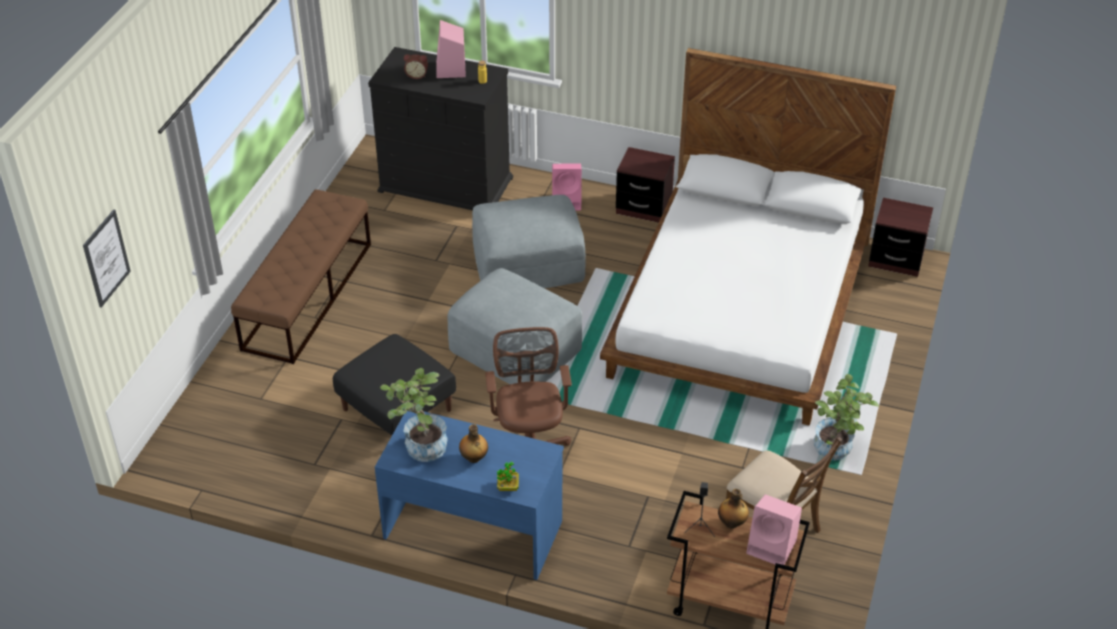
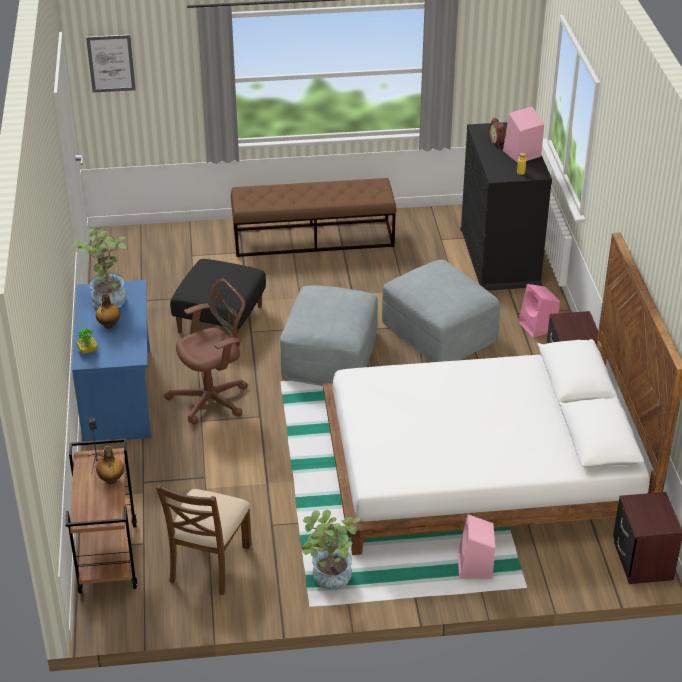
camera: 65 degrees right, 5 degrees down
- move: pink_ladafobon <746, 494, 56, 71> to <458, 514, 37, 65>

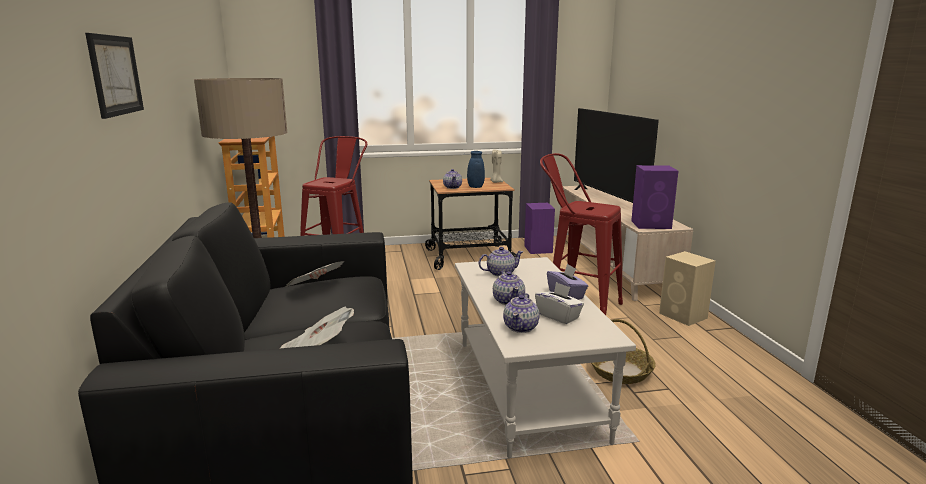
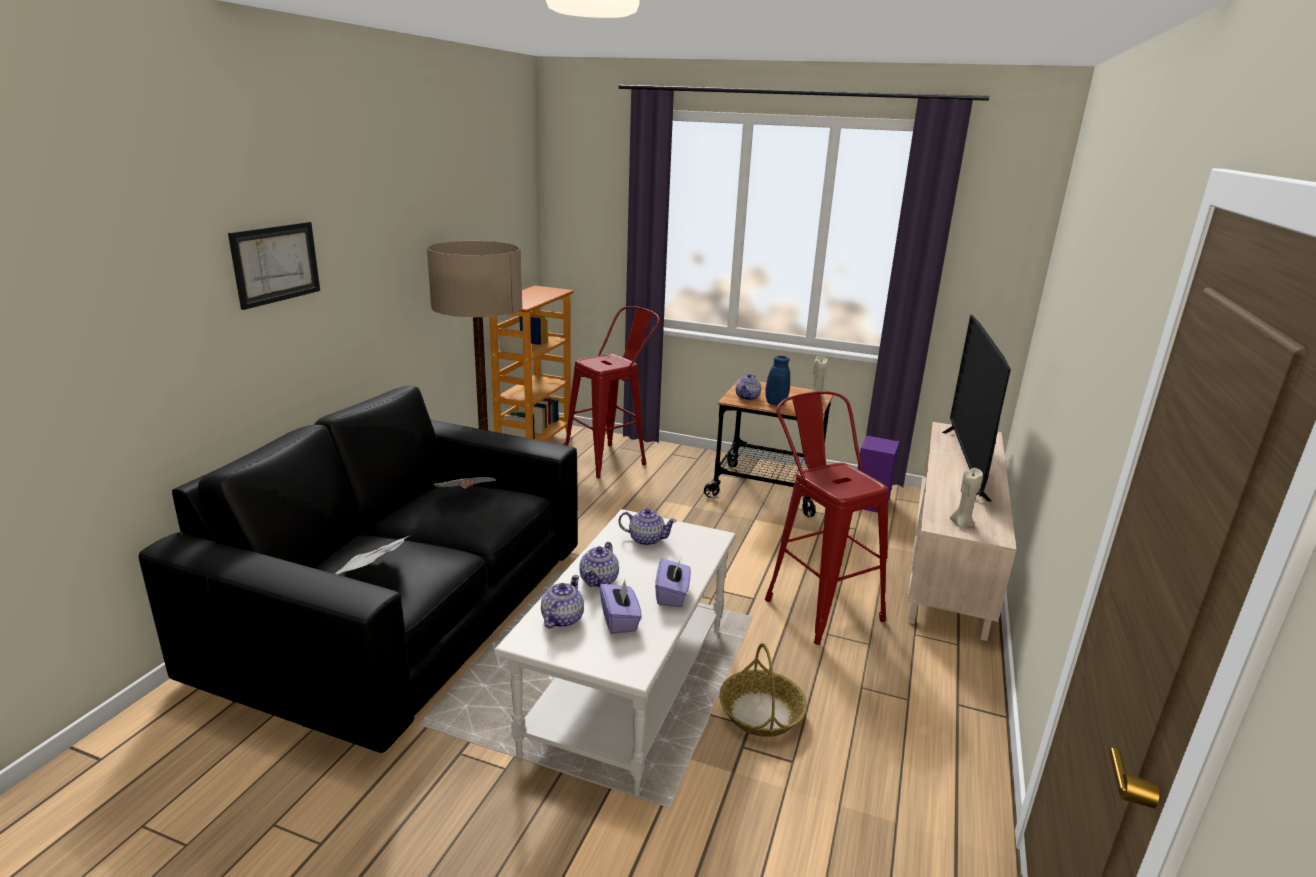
camera: 30 degrees right, 5 degrees up
- replace: purple_ladafobon <631, 165, 47, 64> to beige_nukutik <950, 468, 33, 59>
- delete: beige_ladafobon <659, 251, 57, 75>
- recolor: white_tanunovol <535, 282, 49, 42> to purple_tanunovol <600, 580, 42, 54>
- rotate: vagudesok <503, 293, 37, 40> = <541, 575, 43, 53> 150 degrees clockwise

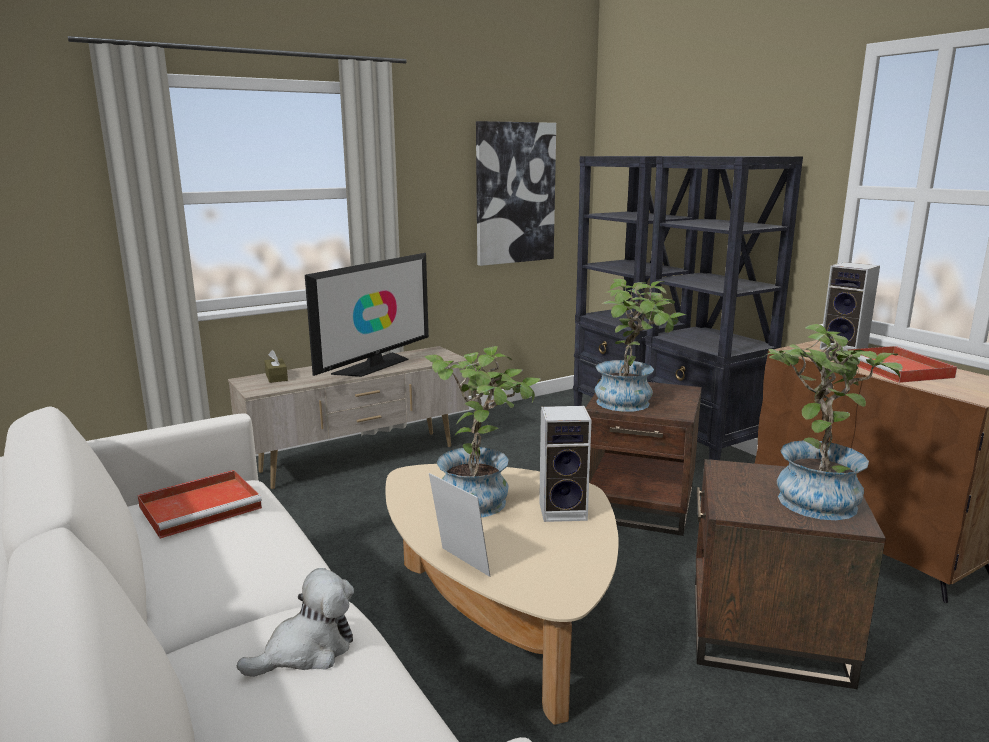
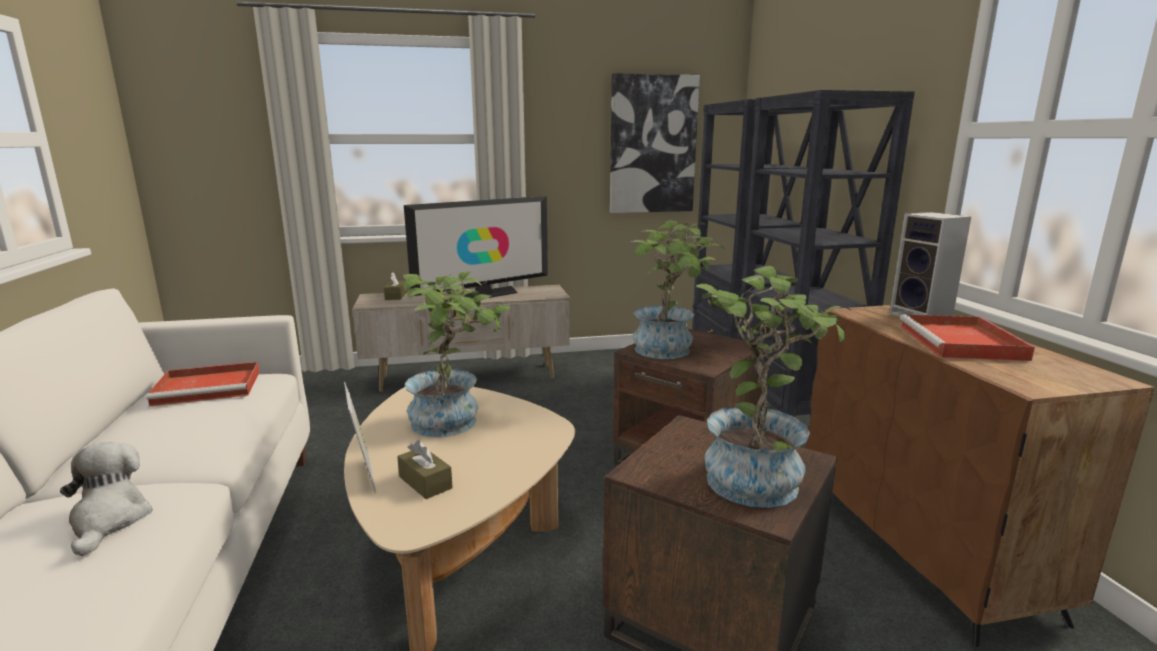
camera: 20 degrees right, 0 degrees up
- delete: ladafobon <539, 406, 52, 116>
- rotate: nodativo <237, 568, 117, 109> = <60, 442, 93, 114> 90 degrees counterclockwise
- insert: brown_tanunovol <397, 440, 56, 59>

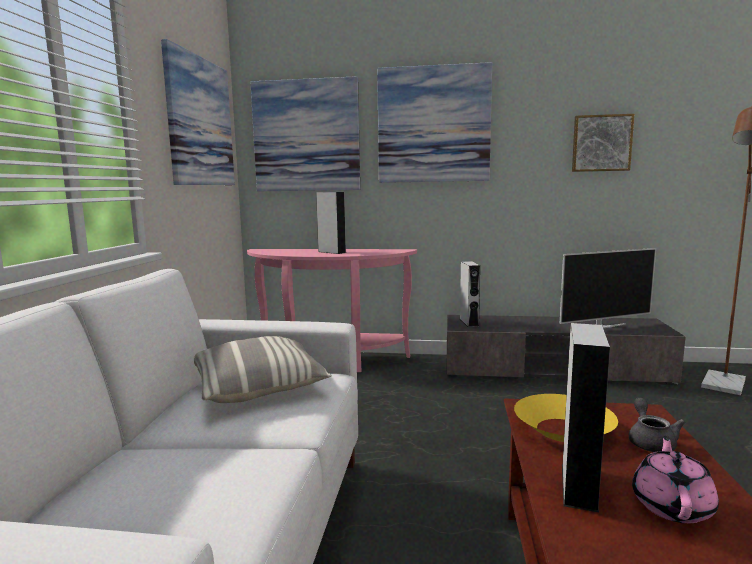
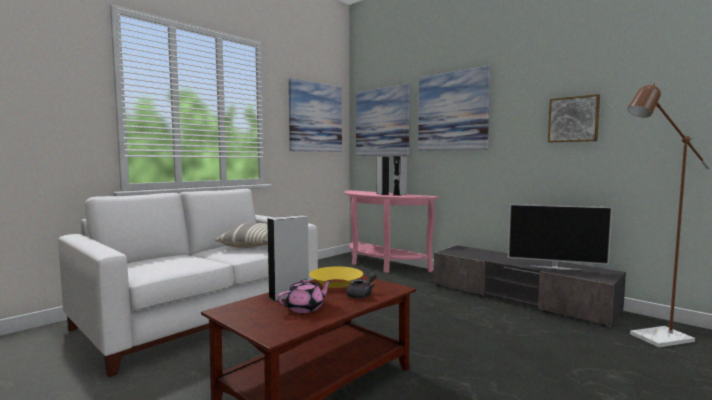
camera: 35 degrees right, 5 degrees down
- move: grey_ladafobon <460, 261, 20, 66> to <393, 156, 14, 40>

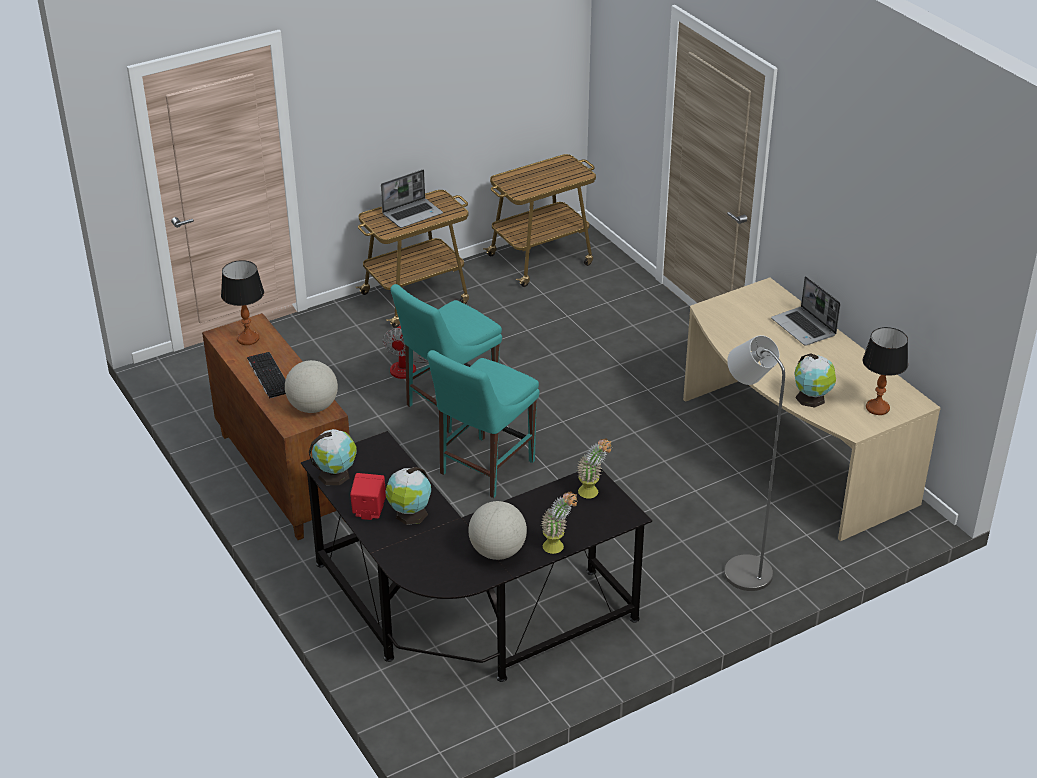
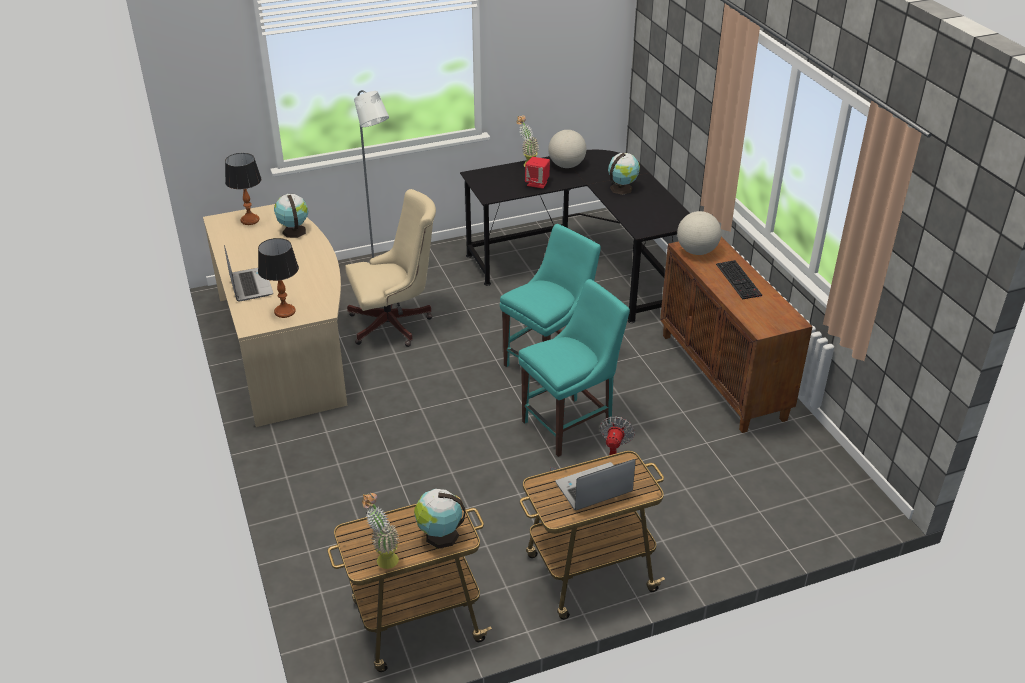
camera: 170 degrees left, 0 degrees up
- move: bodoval <221, 260, 43, 85> to <258, 238, 41, 80>
- move: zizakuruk <309, 429, 48, 56> to <414, 489, 51, 60>
- move: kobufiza <577, 438, 35, 60> to <362, 493, 37, 76>
- move: red_ladafobon <350, 473, 36, 47> to <525, 157, 25, 32>
- insert: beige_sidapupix <345, 189, 91, 158>

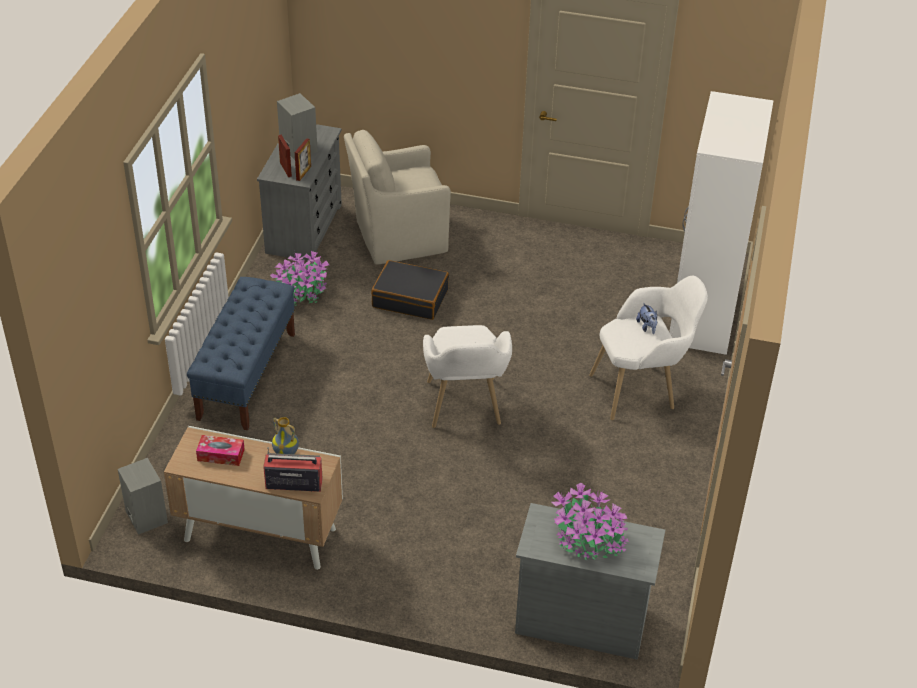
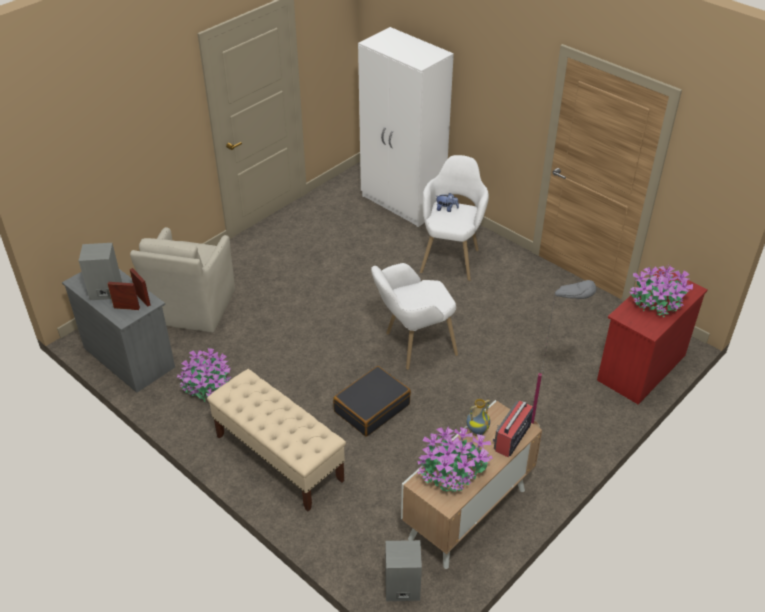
camera: 60 degrees left, 0 degrees up
- move: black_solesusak <371, 260, 78, 60> to <333, 366, 78, 71>
- recolor: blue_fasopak <187, 277, 108, 153> to beige_fasopak <207, 369, 139, 142>
- rotate: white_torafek <423, 325, 89, 103> = <371, 263, 87, 107> 135 degrees clockwise
- replace: tanunovol <196, 435, 49, 31> to kobufiza <417, 426, 76, 66>
- recolor: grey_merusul <515, 503, 150, 157> to red_merusul <597, 269, 111, 135>
- insert: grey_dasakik <531, 280, 65, 148>

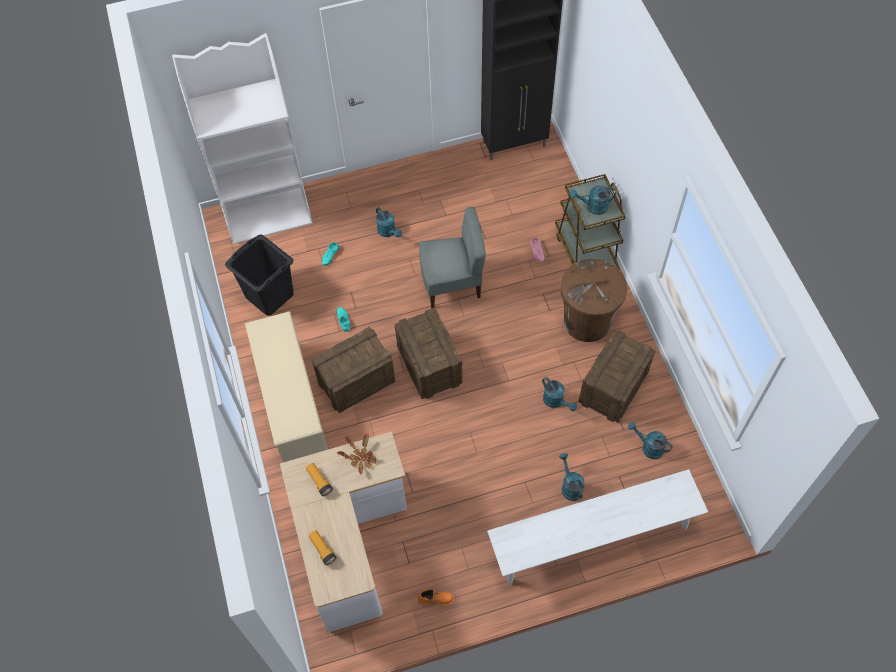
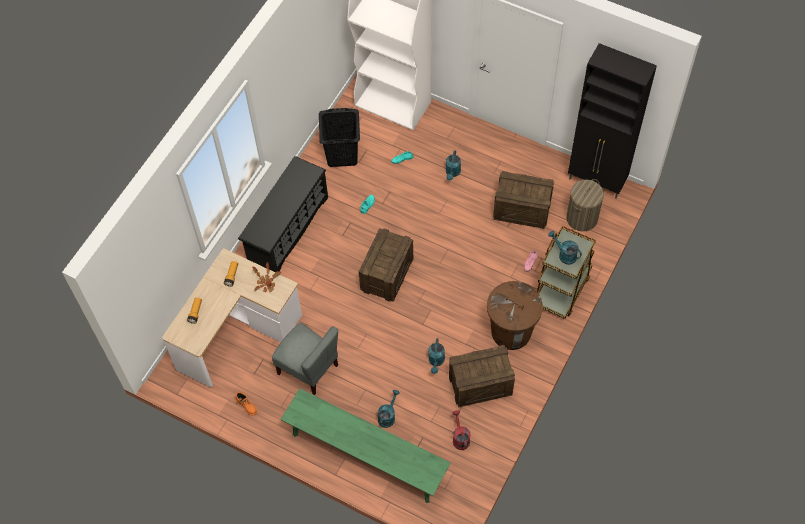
camera: 45 degrees right, 0 degrees up
- move: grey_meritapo <419, 207, 67, 102> to <272, 323, 66, 72>
- recolor: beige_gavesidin <245, 311, 83, 151> to black_gavesidin <238, 156, 90, 117>
- move: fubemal <312, 326, 84, 87> to <493, 171, 61, 58>
- recolor: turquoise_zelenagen <628, 422, 44, 37> to red_zelenagen <453, 410, 18, 40>
- recolor: white_fasopak <487, 469, 221, 115> to green_fasopak <281, 389, 170, 114>
- insert: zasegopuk <566, 179, 38, 52>

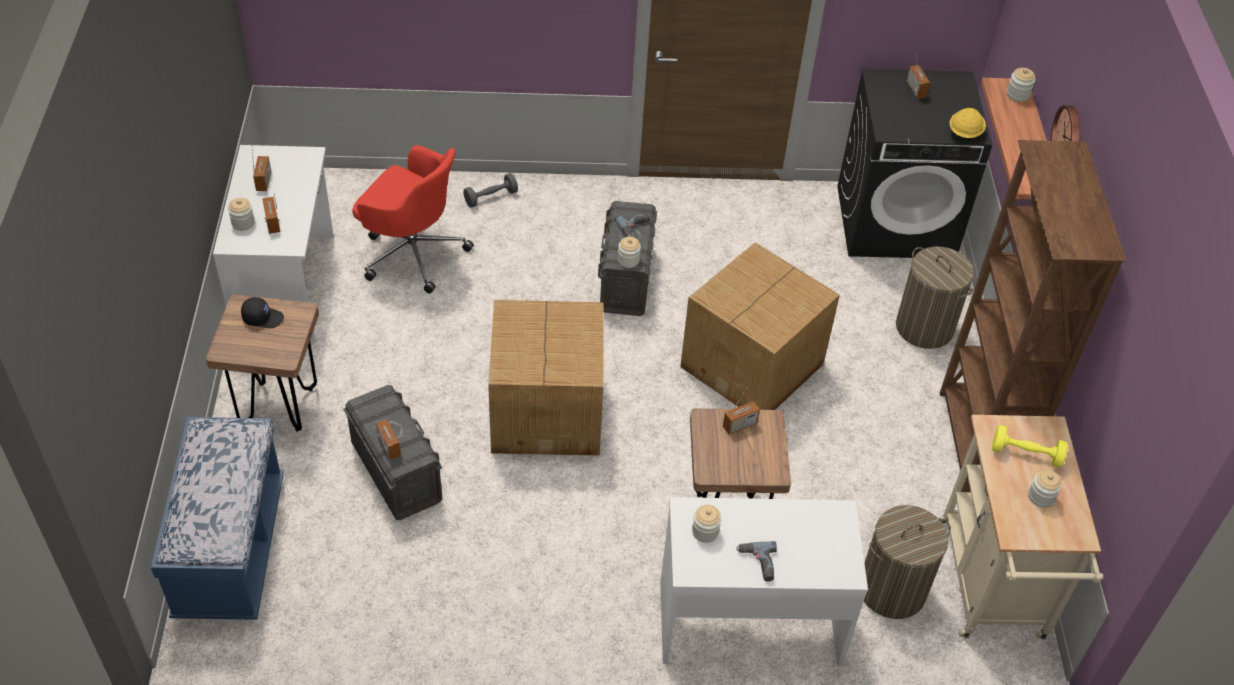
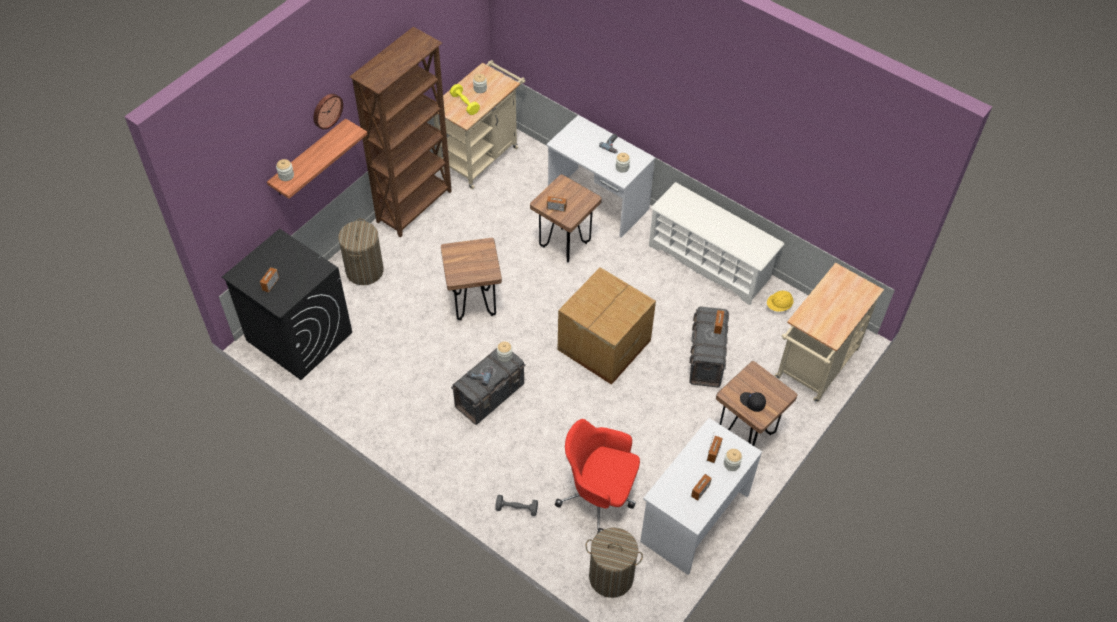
camera: 140 degrees left, 5 degrees up
- move: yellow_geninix <950, 108, 36, 30> to <767, 291, 27, 21>
- rotate: red_sidapupix <352, 145, 122, 149> = <555, 419, 85, 115> 45 degrees counterclockwise
- replace: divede <680, 242, 160, 168> to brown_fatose <441, 238, 61, 83>
- replace: blue_fasopak <151, 417, 133, 203> to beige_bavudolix <775, 263, 109, 139>
- move: zasegopuk <864, 505, 87, 114> to <585, 527, 58, 71>
- insert: white_gavesidin <649, 182, 135, 123>

